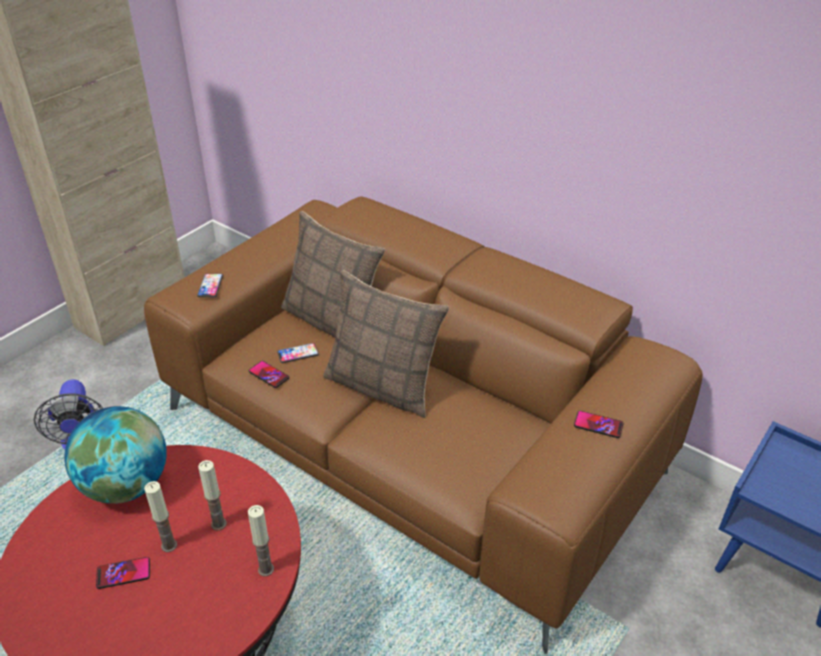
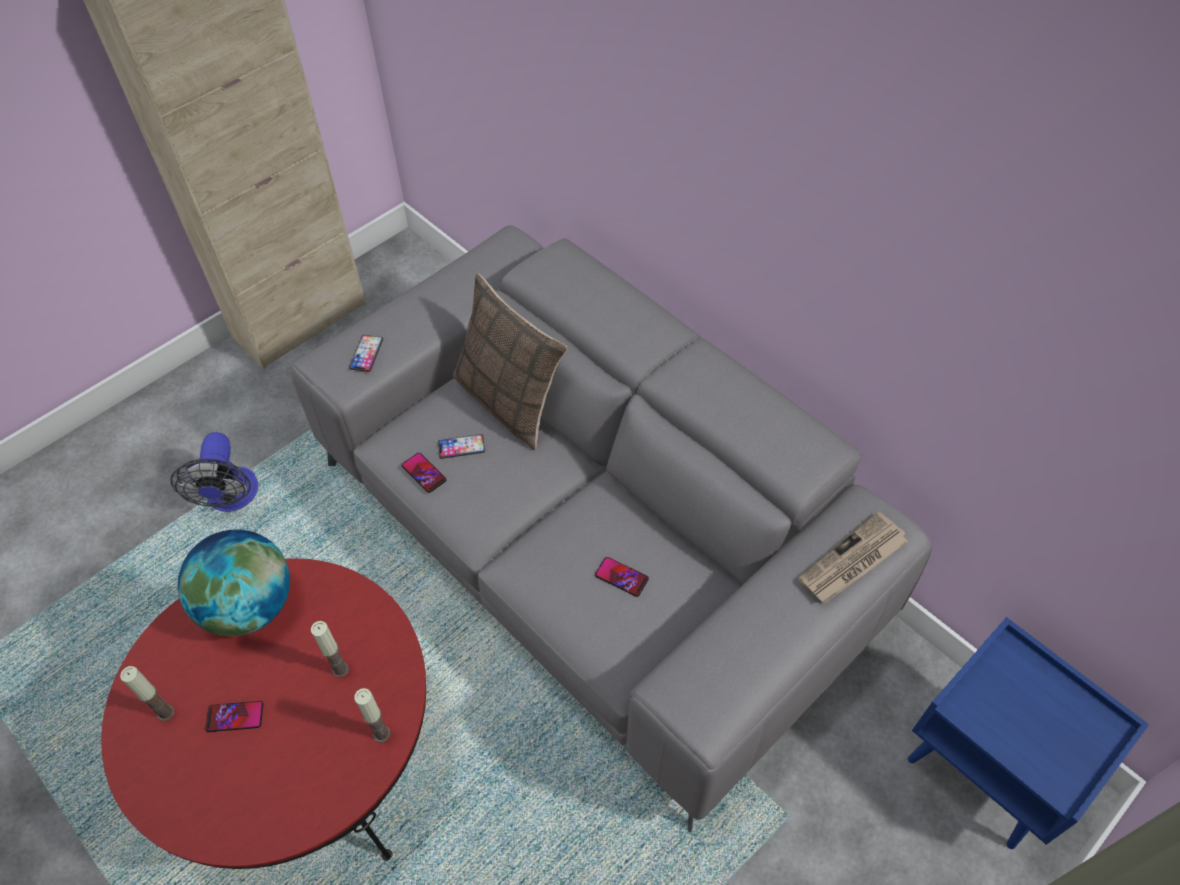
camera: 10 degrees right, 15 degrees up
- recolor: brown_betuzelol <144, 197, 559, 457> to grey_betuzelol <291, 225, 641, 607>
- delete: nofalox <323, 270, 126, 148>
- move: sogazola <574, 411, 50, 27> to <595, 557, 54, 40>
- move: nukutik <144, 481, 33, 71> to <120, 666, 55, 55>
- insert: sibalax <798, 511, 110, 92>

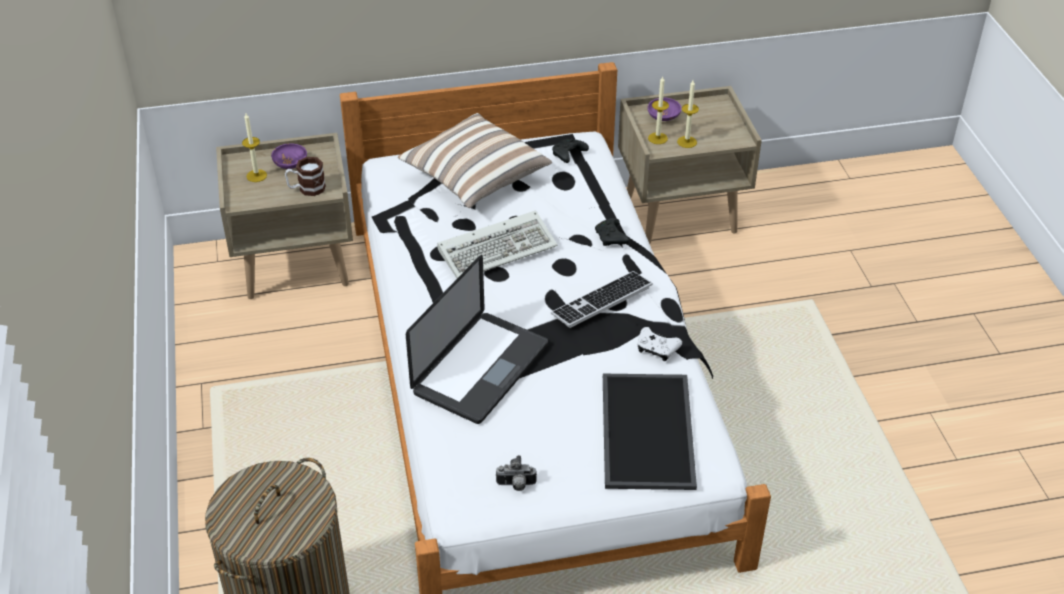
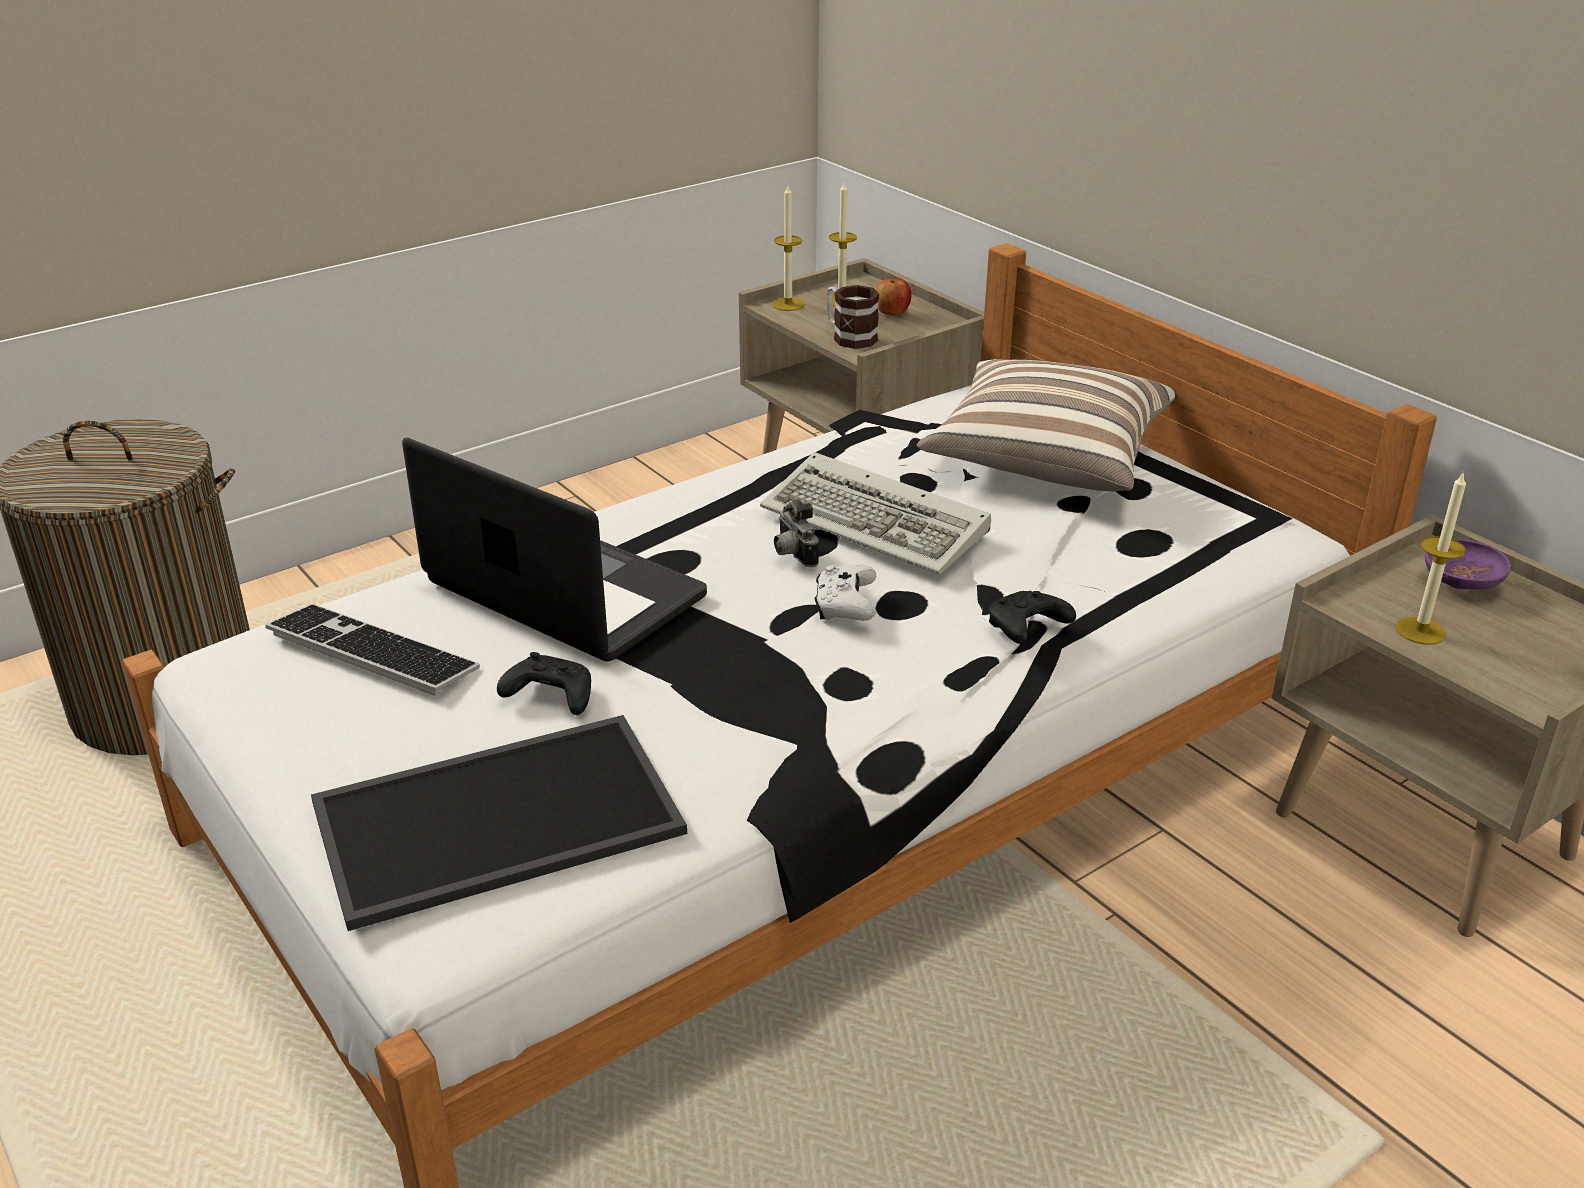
camera: 65 degrees right, 10 degrees down
- move: nukutik <648, 77, 21, 67> to <772, 185, 33, 126>
- move: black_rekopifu <552, 139, 37, 24> to <497, 652, 94, 63>
- replace: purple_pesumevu <271, 143, 36, 26> to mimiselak <876, 278, 35, 37>
- rotate: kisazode <406, 255, 142, 169> = <402, 437, 305, 224> 150 degrees counterclockwise
- move: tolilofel <551, 271, 102, 57> to <265, 604, 215, 92>
- move: white_rekopifu <638, 327, 44, 34> to <815, 564, 61, 57>
- move: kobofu <496, 455, 41, 36> to <774, 499, 45, 68>

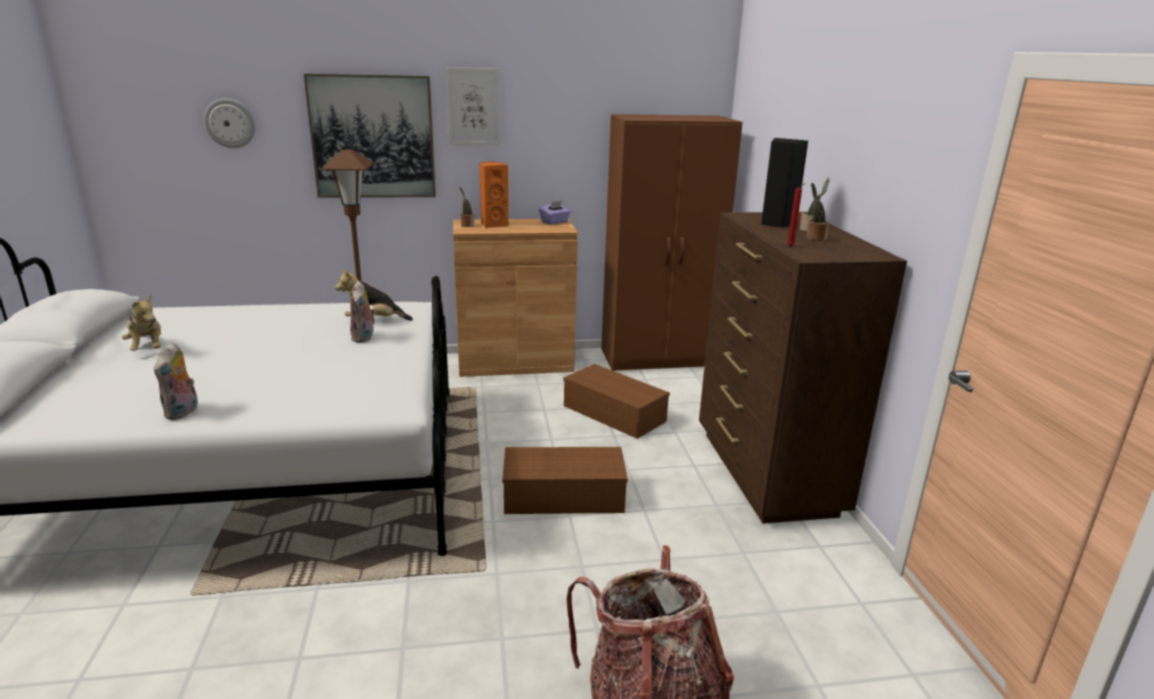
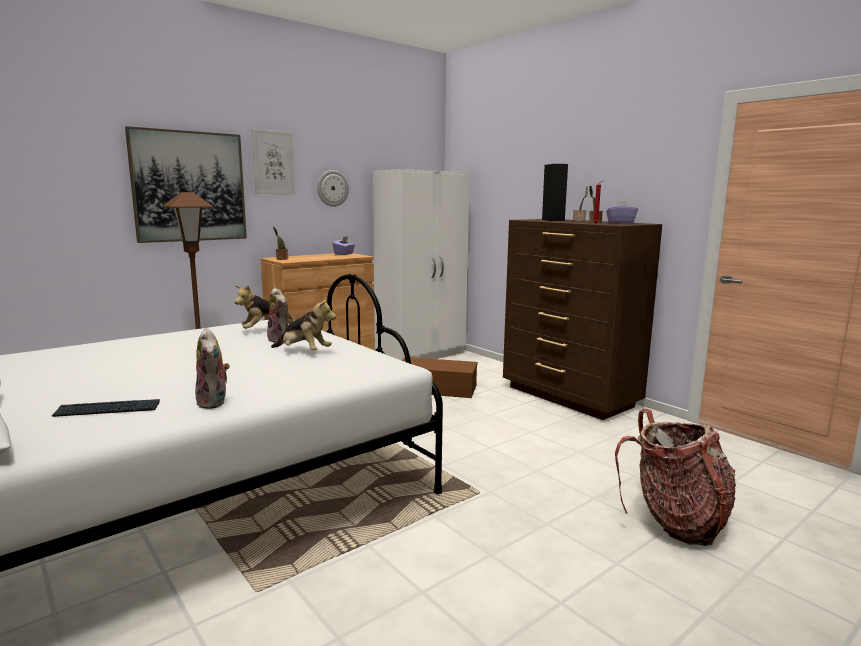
camera: 30 degrees left, 10 degrees down
- move: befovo <204, 98, 51, 50> to <317, 170, 32, 37>
- recolor: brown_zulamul <601, 114, 142, 257> to white_zulamul <373, 169, 97, 192>
- delete: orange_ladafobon <479, 162, 30, 66>
- move: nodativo <122, 295, 39, 56> to <271, 297, 65, 53>
- delete: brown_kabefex <503, 447, 125, 67>
- insert: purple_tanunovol <606, 201, 32, 22>
- insert: tolilofel <52, 399, 108, 18>

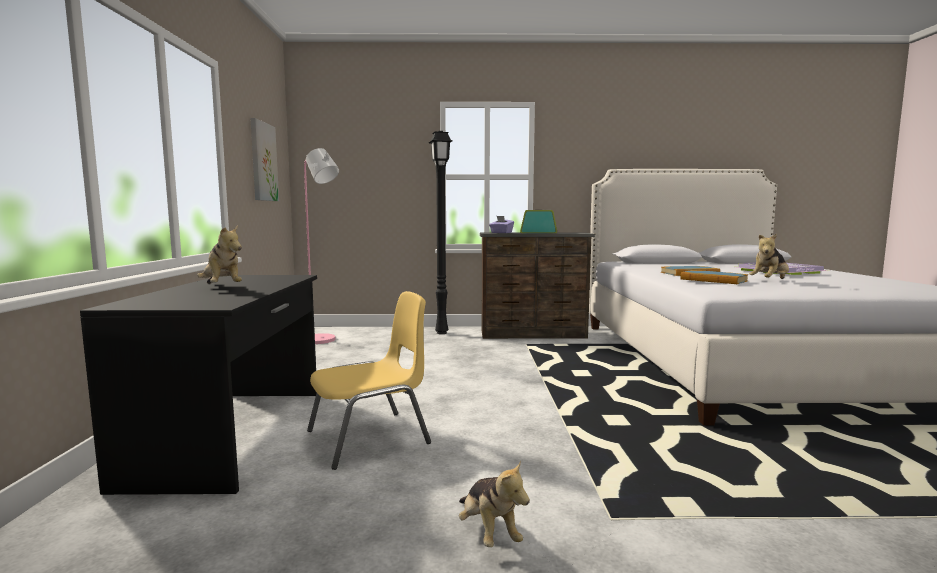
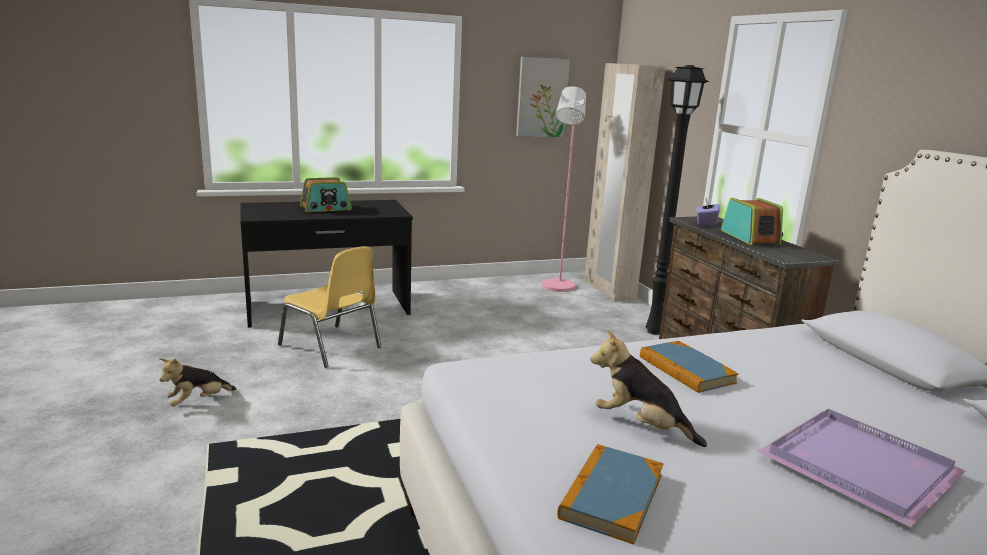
camera: 70 degrees right, 10 degrees up
- replace: nodativo <197, 225, 45, 59> to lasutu <300, 177, 52, 35>
- move: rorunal <680, 270, 68, 14> to <557, 444, 107, 101>
- insert: beige_zulamul <585, 63, 81, 239>

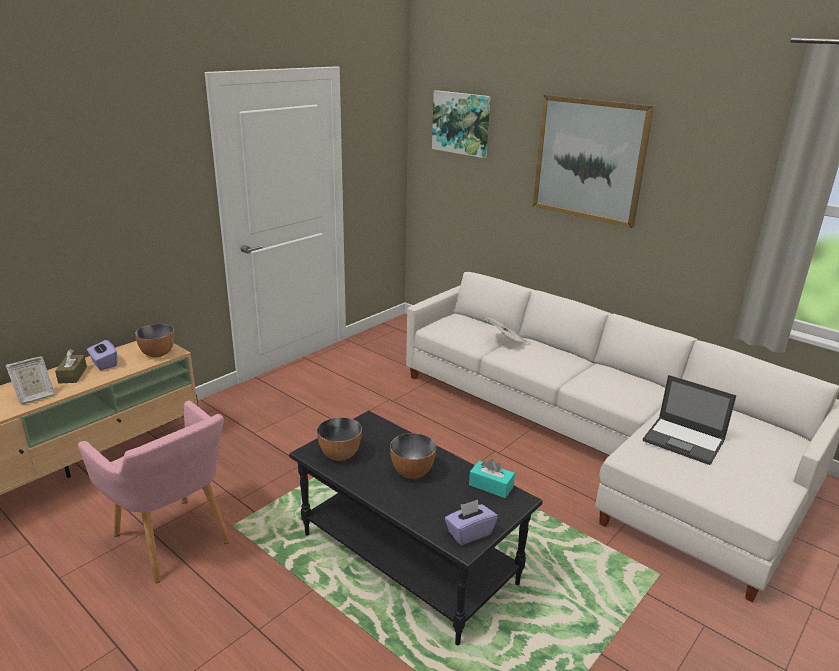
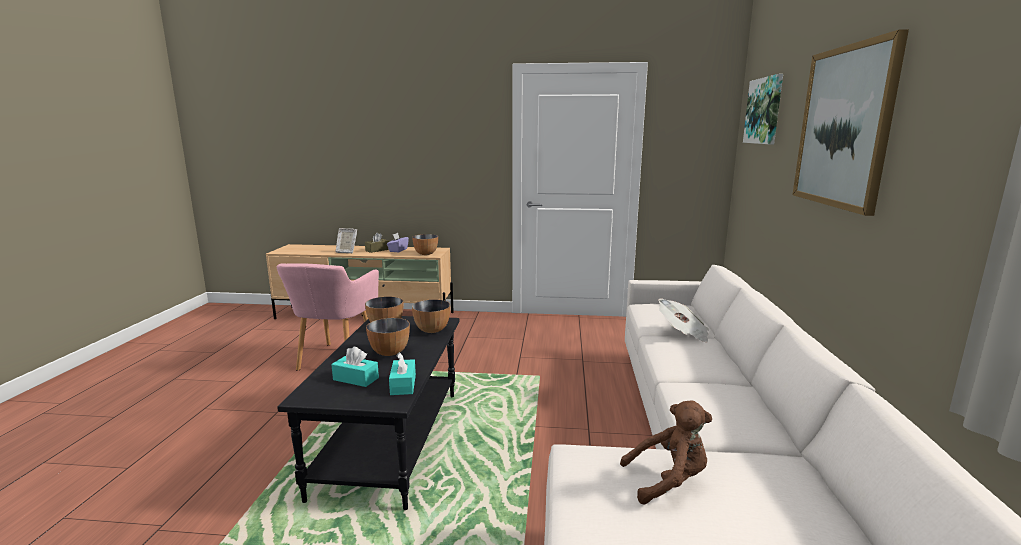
camera: 55 degrees right, 10 degrees down
- replace: kisazode <643, 375, 93, 90> to brown_nodativo <620, 401, 92, 104>
- delete: purple_tanunovol <445, 500, 53, 45>
- insert: pesumevu <412, 299, 38, 34>
- insert: turquoise_tanunovol <331, 347, 48, 40>

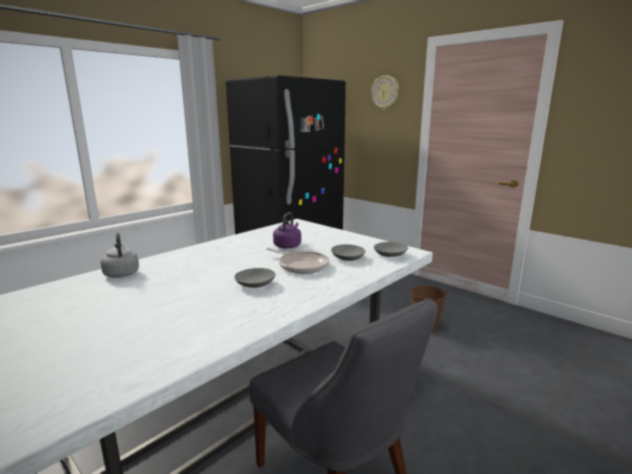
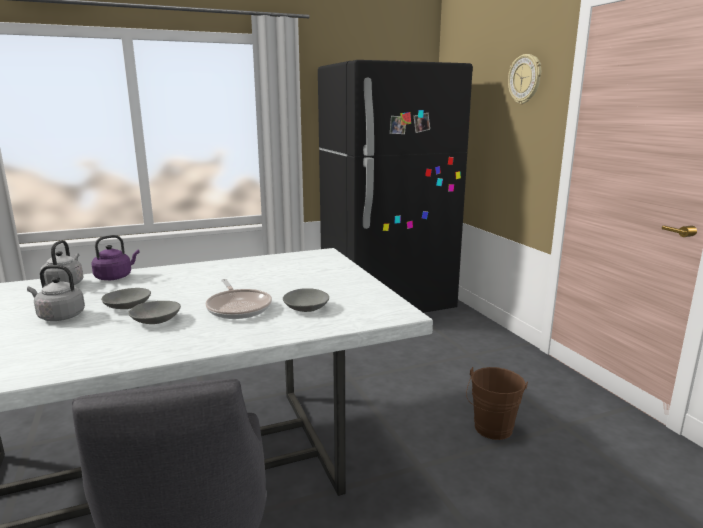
camera: 25 degrees right, 0 degrees up
- move: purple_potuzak <273, 212, 28, 37> to <91, 235, 49, 45>
- move: grey_pesumevu <374, 242, 34, 15> to <101, 288, 50, 21>
- insert: grey_potuzak <27, 265, 58, 56>

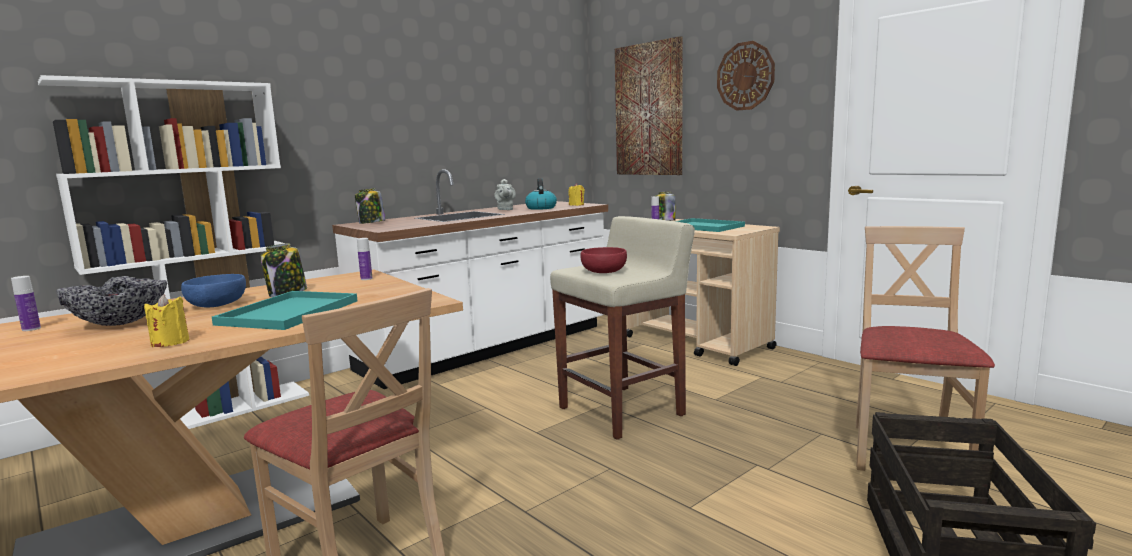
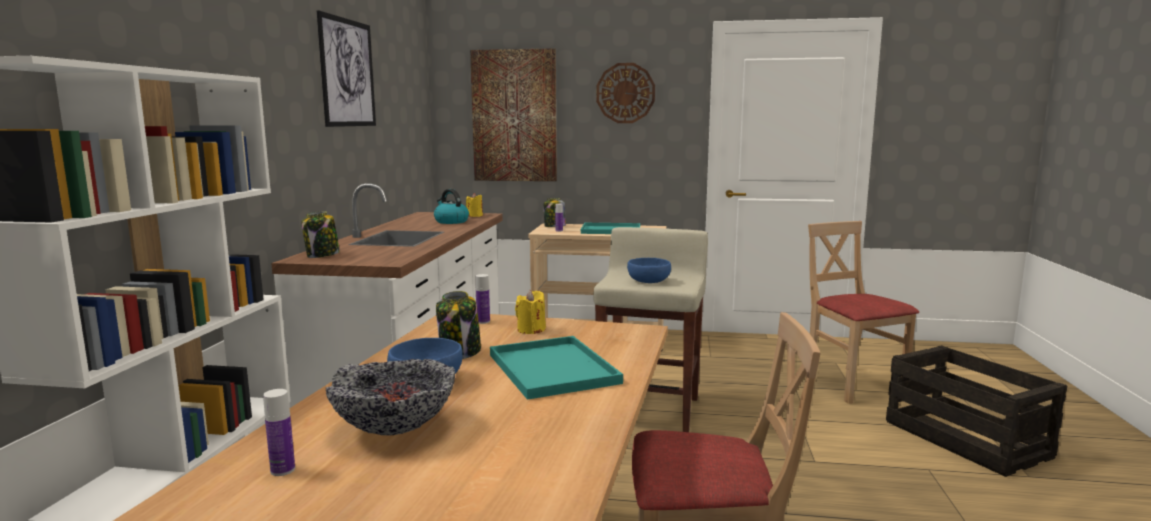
camera: 40 degrees left, 0 degrees up
- delete: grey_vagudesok <494, 179, 22, 31>
- recolor: red_pesumevu <580, 247, 47, 26> to blue_pesumevu <627, 258, 44, 25>
- move: yellow_nukutik <144, 294, 45, 53> to <515, 290, 31, 44>
- insert: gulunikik <317, 10, 59, 117>

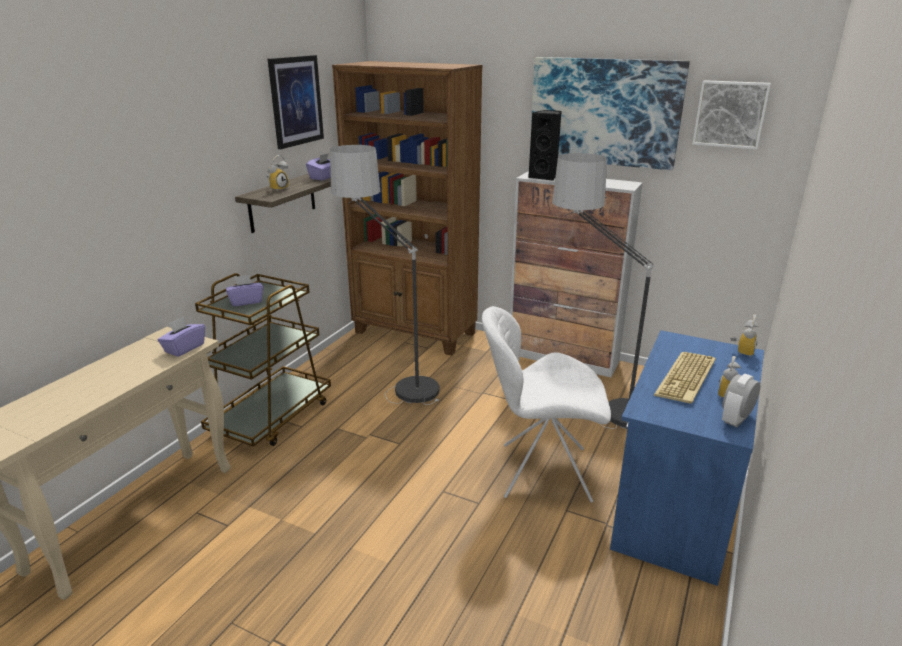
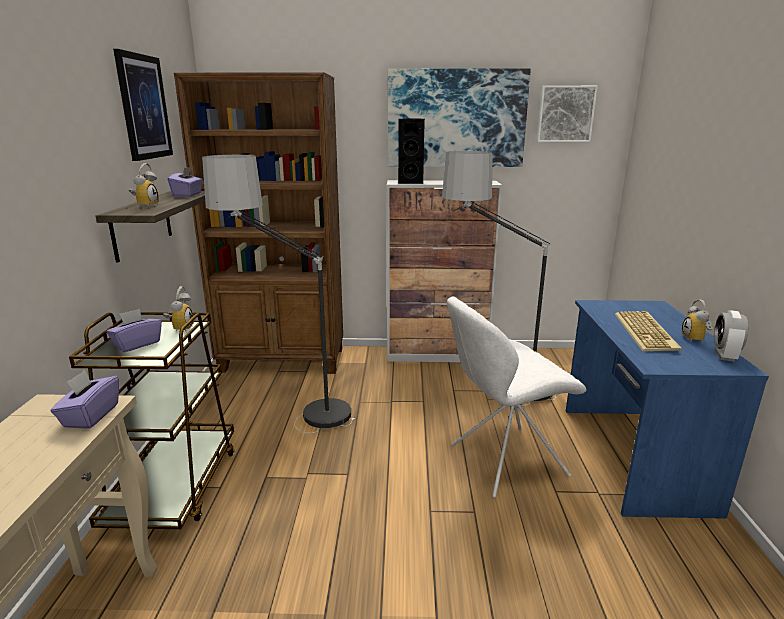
camera: 25 degrees left, 5 degrees down
- move: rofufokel <730, 314, 28, 43> to <163, 286, 31, 46>

